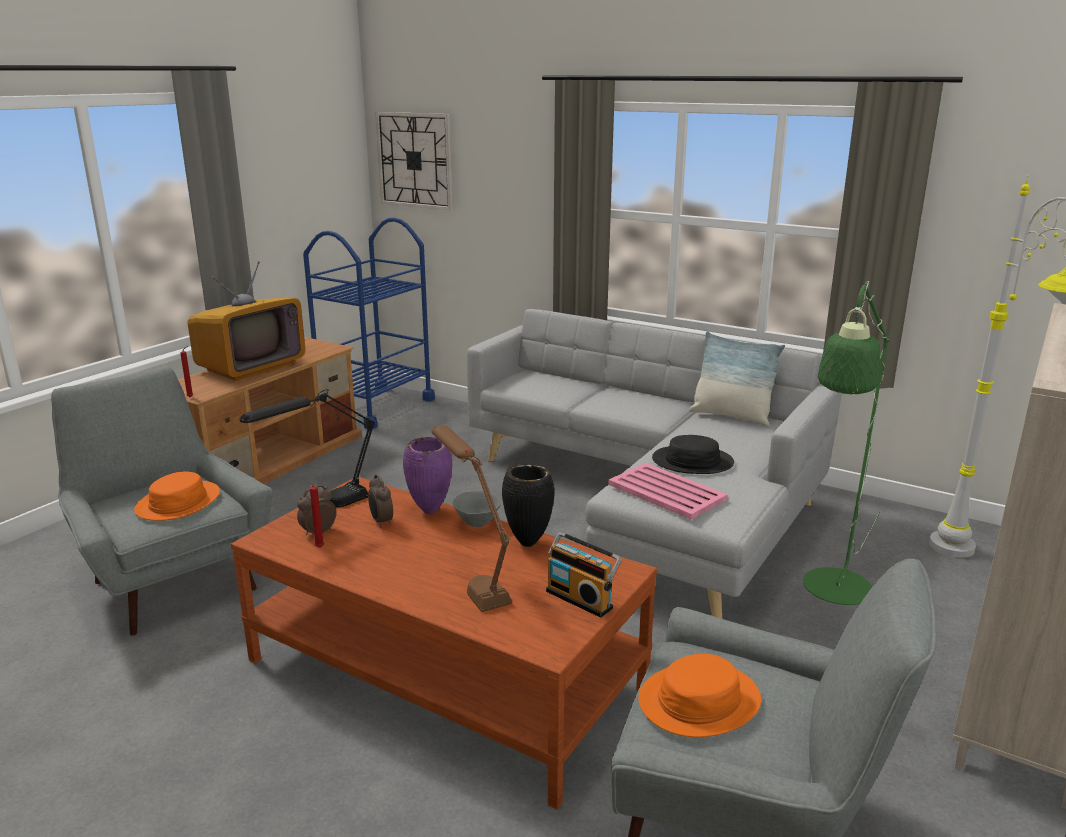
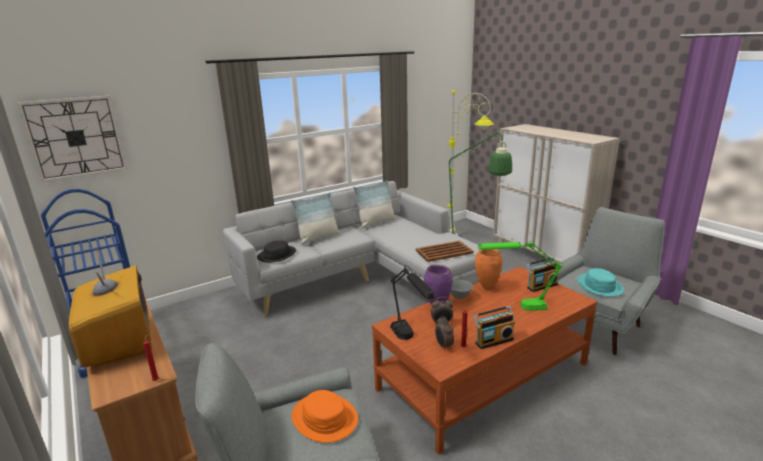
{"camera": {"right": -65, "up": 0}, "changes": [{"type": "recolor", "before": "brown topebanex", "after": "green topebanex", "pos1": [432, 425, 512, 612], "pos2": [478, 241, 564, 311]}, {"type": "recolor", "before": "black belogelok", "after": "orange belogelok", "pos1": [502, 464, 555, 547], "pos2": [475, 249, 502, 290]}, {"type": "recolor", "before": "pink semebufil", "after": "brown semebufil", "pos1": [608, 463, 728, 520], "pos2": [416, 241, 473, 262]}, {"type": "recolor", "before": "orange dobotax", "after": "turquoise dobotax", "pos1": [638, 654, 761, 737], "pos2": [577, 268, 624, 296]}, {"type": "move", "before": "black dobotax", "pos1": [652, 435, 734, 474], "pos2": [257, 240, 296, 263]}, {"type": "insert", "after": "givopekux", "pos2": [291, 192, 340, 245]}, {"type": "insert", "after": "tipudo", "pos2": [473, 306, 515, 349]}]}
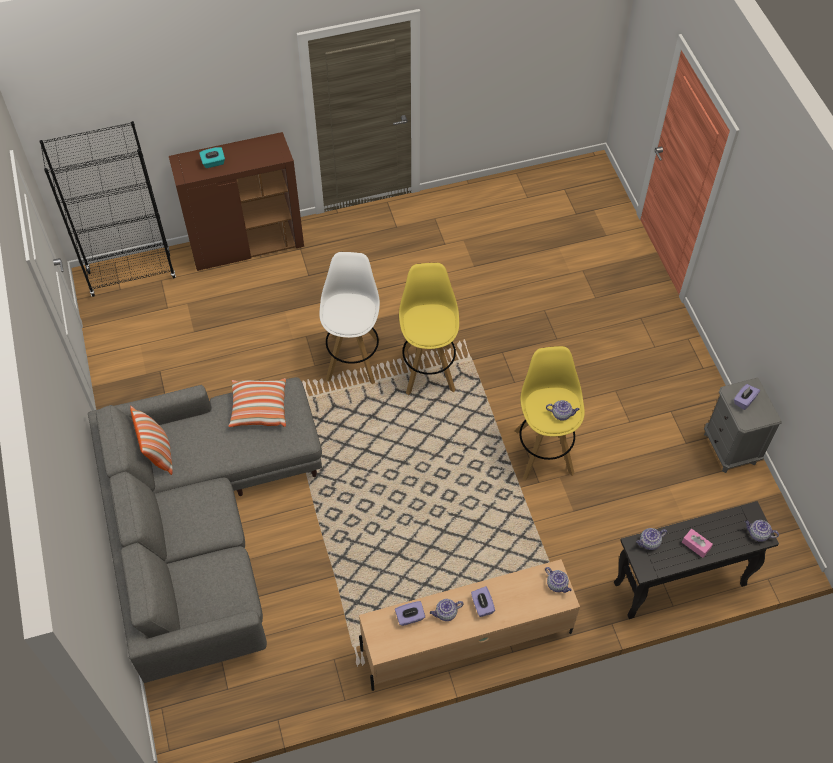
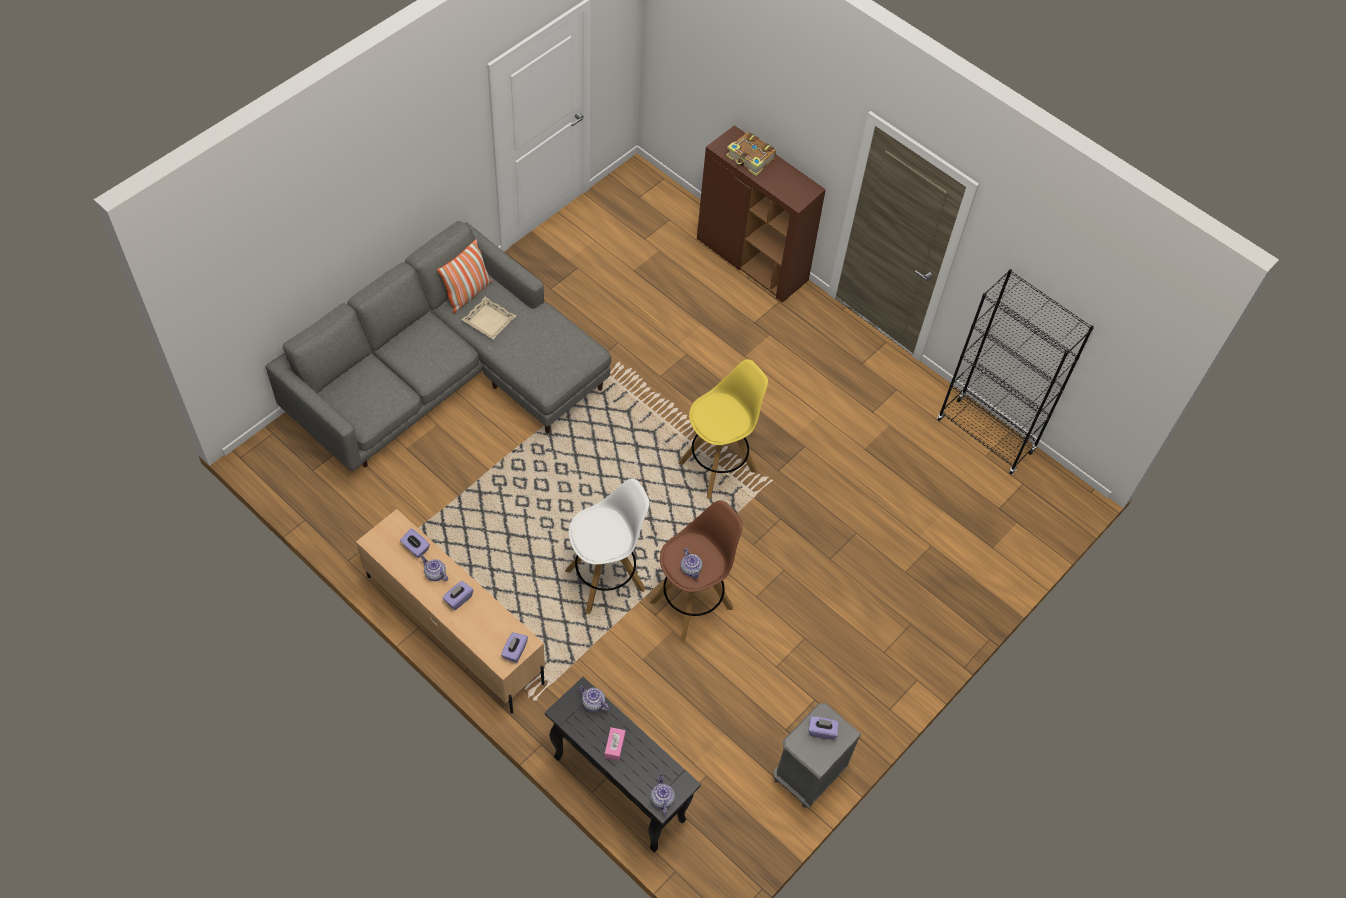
{"camera": {"right": 55, "up": 0}, "changes": [{"type": "move", "before": "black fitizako", "pos1": [39, 121, 176, 297], "pos2": [937, 269, 1094, 475]}, {"type": "replace", "before": "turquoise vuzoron", "after": "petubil", "pos1": [199, 147, 225, 168], "pos2": [726, 132, 776, 176]}, {"type": "delete", "before": "givopekux", "pos1": [229, 378, 286, 427]}, {"type": "move", "before": "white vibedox", "pos1": [319, 252, 380, 385], "pos2": [565, 478, 650, 614]}, {"type": "recolor", "before": "yellow vibedox", "after": "brown vibedox", "pos1": [514, 346, 585, 481], "pos2": [650, 500, 743, 642]}, {"type": "replace", "before": "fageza", "after": "purple vuzoron", "pos1": [545, 567, 572, 593], "pos2": [501, 632, 528, 663]}, {"type": "insert", "after": "beige semebufil", "pos2": [461, 297, 516, 339]}]}
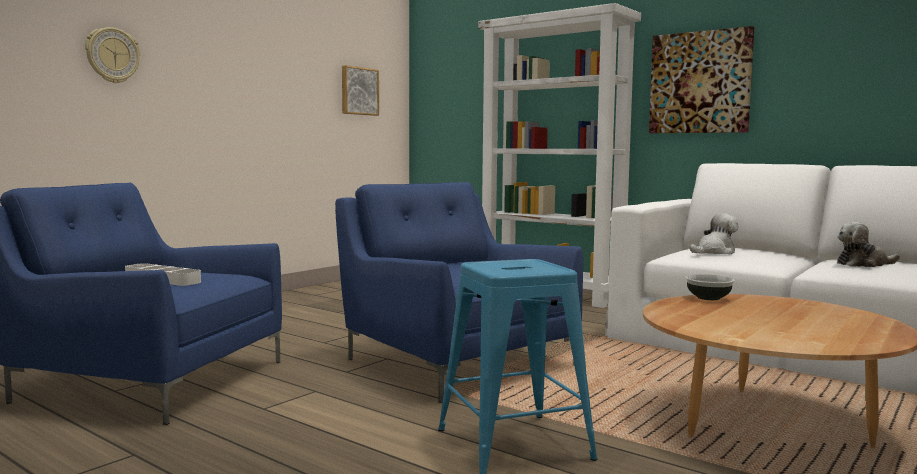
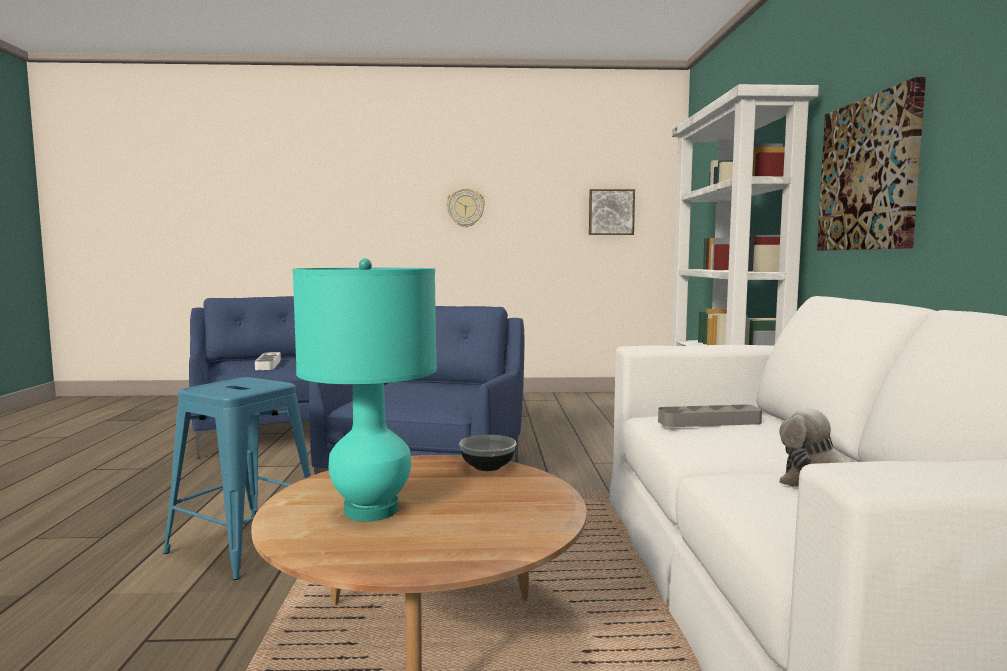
{"camera": {"right": 50, "up": 0}, "changes": [{"type": "move", "before": "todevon", "pos1": [85, 27, 140, 83], "pos2": [446, 188, 485, 227]}, {"type": "replace", "before": "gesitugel", "after": "grey semebufil", "pos1": [689, 213, 738, 254], "pos2": [658, 404, 762, 427]}, {"type": "insert", "after": "turquoise topebanex", "pos2": [292, 259, 437, 521]}]}
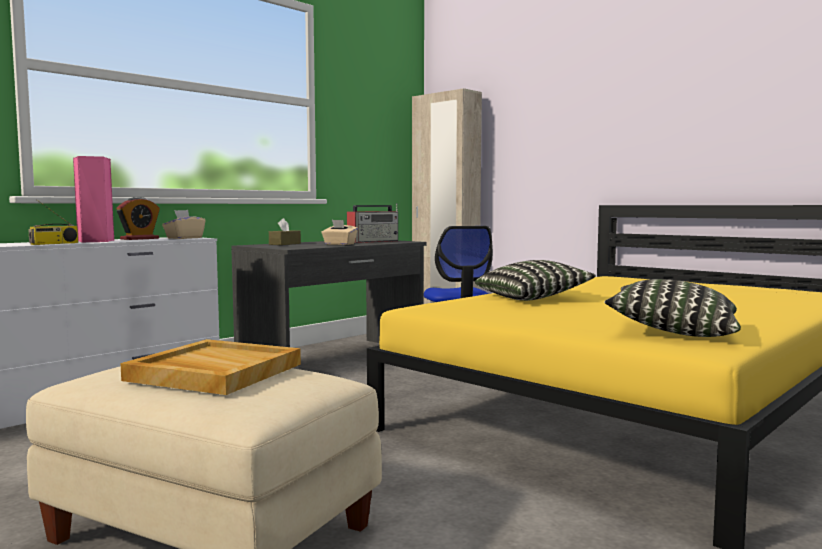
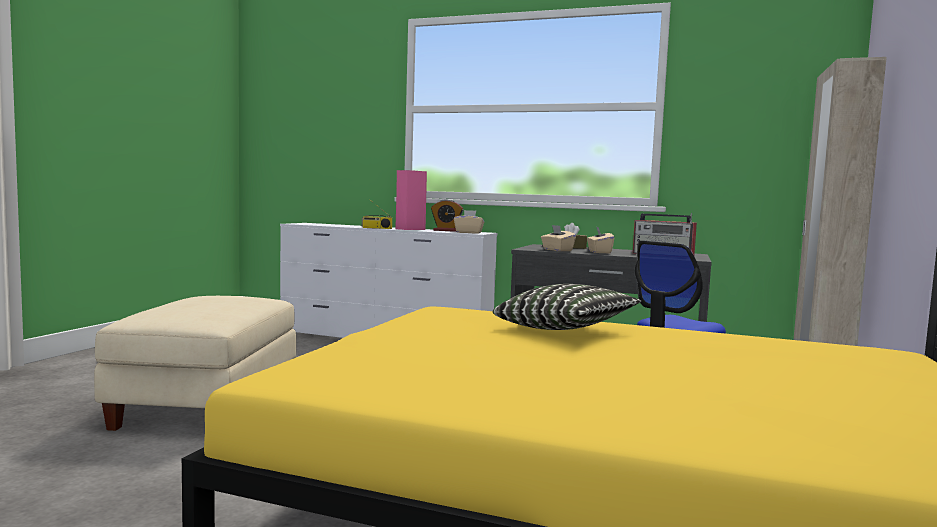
{"camera": {"right": 65, "up": 0}, "changes": [{"type": "delete", "before": "beige semebufil", "pos1": [120, 339, 301, 395]}, {"type": "delete", "before": "givopekux", "pos1": [604, 279, 741, 337]}, {"type": "insert", "after": "beige vuzoron", "pos2": [541, 225, 576, 251]}]}
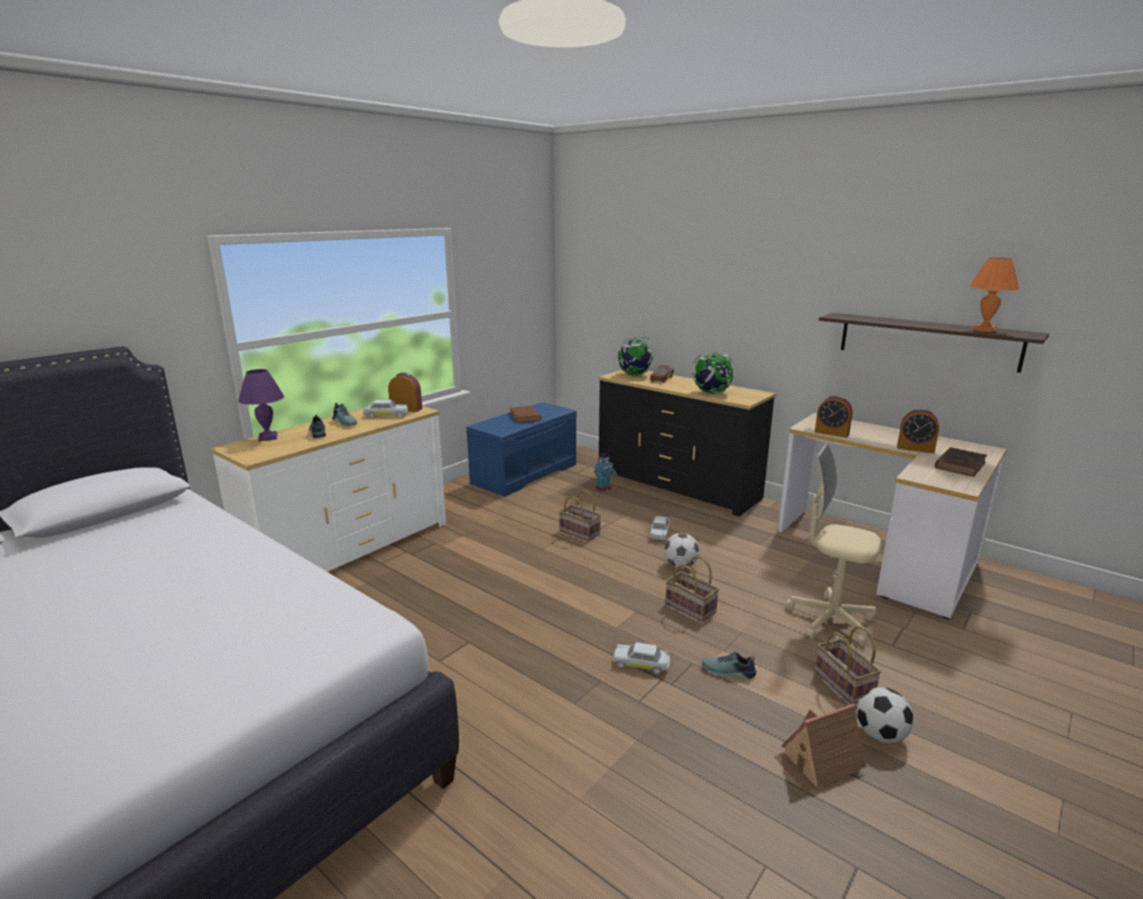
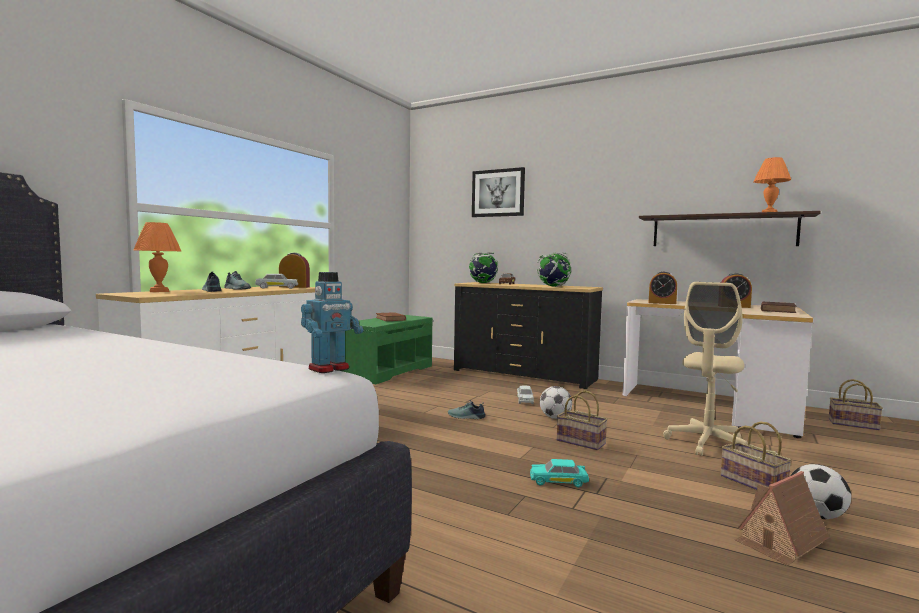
{"camera": {"right": -10, "up": -15}, "changes": [{"type": "recolor", "before": "purple topebanex", "after": "orange topebanex", "pos1": [238, 369, 284, 441], "pos2": [134, 222, 181, 292]}, {"type": "recolor", "before": "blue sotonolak", "after": "green sotonolak", "pos1": [466, 402, 577, 497], "pos2": [342, 315, 433, 384]}, {"type": "move", "before": "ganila", "pos1": [559, 490, 601, 541], "pos2": [829, 379, 883, 430]}, {"type": "move", "before": "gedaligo", "pos1": [594, 452, 617, 491], "pos2": [301, 272, 363, 373]}, {"type": "recolor", "before": "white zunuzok", "after": "turquoise zunuzok", "pos1": [613, 642, 670, 674], "pos2": [530, 459, 589, 487]}, {"type": "move", "before": "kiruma", "pos1": [702, 651, 756, 679], "pos2": [448, 400, 486, 419]}, {"type": "rotate", "before": "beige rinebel", "pos1": [785, 444, 881, 646], "pos2": [663, 282, 748, 456], "turn": -75}, {"type": "insert", "after": "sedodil", "pos2": [472, 167, 525, 217]}]}
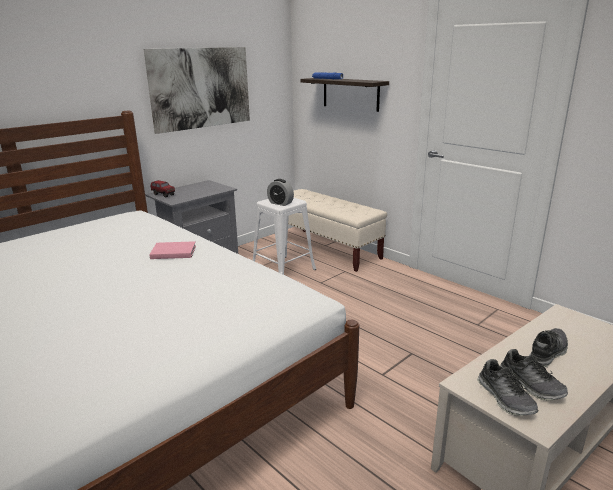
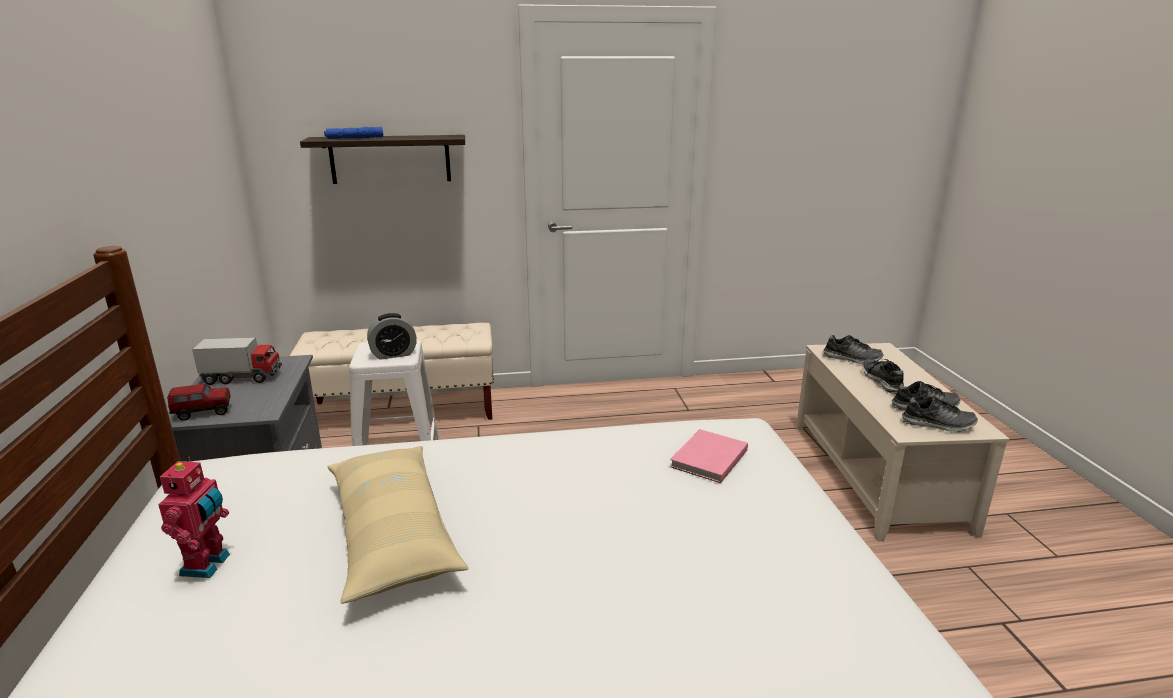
{"camera": {"right": -55, "up": 0}, "changes": [{"type": "delete", "before": "sedodil", "pos1": [144, 47, 250, 134]}, {"type": "move", "before": "pink petubil", "pos1": [149, 241, 196, 259], "pos2": [670, 429, 748, 483]}, {"type": "insert", "after": "gedaligo", "pos2": [158, 457, 230, 578]}, {"type": "insert", "after": "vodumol", "pos2": [192, 337, 282, 385]}, {"type": "insert", "after": "beige givopekux", "pos2": [328, 446, 468, 604]}, {"type": "insert", "after": "kiruma", "pos2": [823, 335, 884, 364]}]}
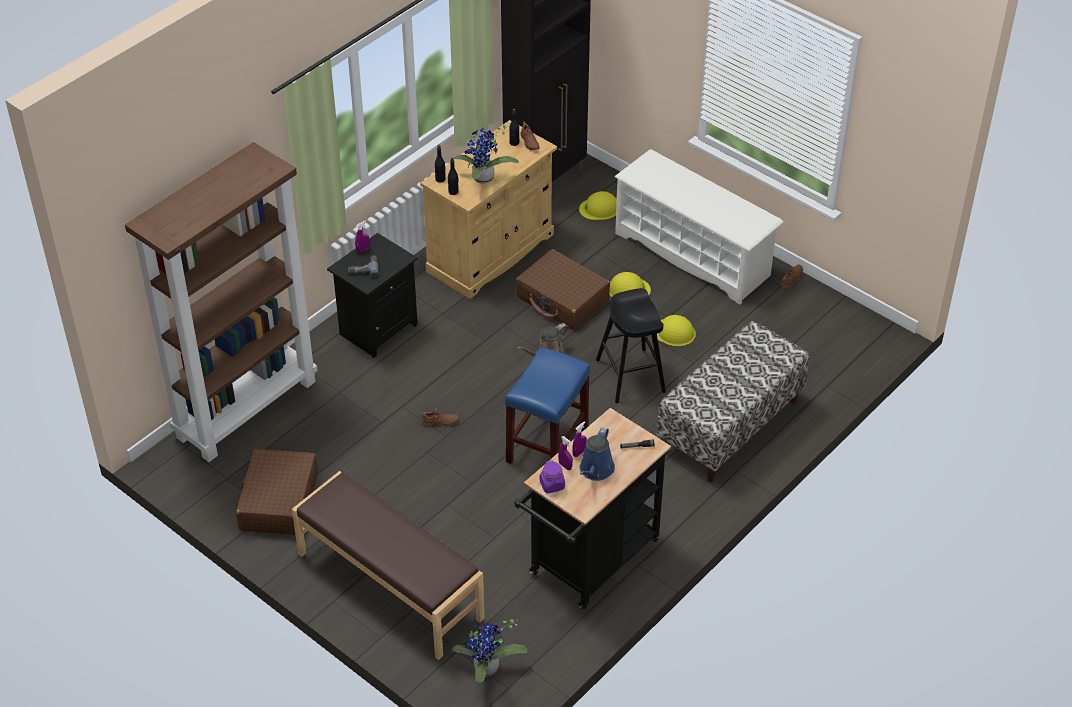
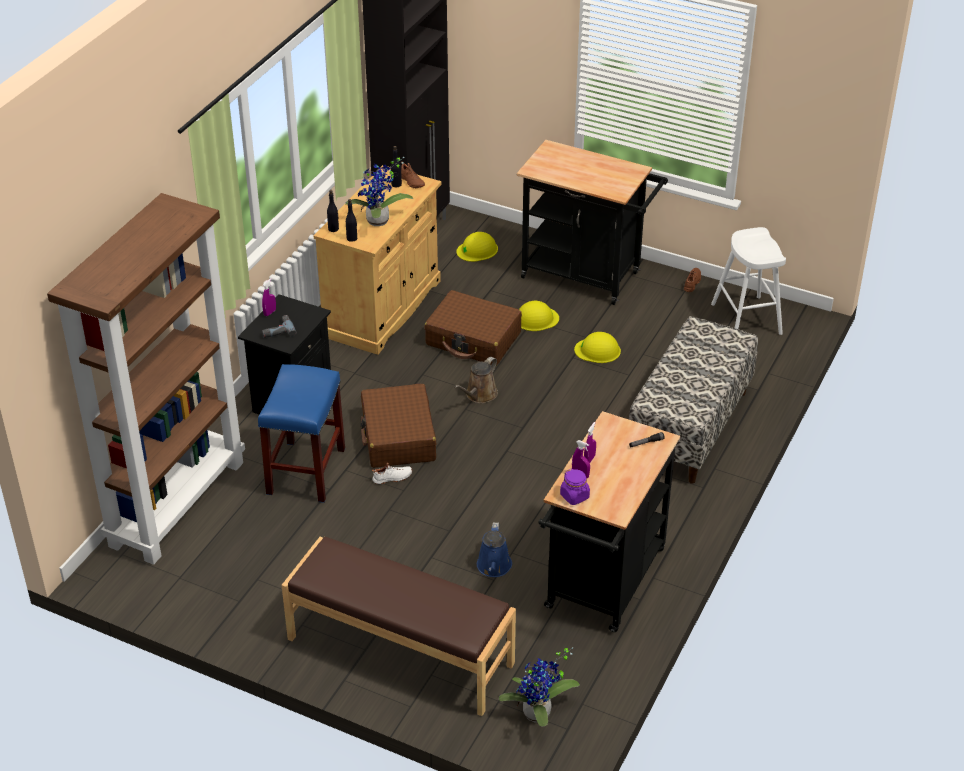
{"camera": {"right": -15, "up": -5}, "changes": [{"type": "move", "before": "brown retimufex", "pos1": [236, 449, 318, 535], "pos2": [360, 384, 436, 468]}, {"type": "recolor", "before": "brown kiruma", "after": "white kiruma", "pos1": [421, 409, 459, 427], "pos2": [372, 463, 412, 484]}, {"type": "move", "before": "blue vibedox", "pos1": [505, 347, 590, 464], "pos2": [258, 364, 345, 503]}, {"type": "move", "before": "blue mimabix", "pos1": [580, 427, 615, 481], "pos2": [477, 522, 512, 577]}, {"type": "delete", "before": "black vibedox", "pos1": [596, 288, 666, 403]}, {"type": "replace", "before": "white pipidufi", "after": "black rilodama", "pos1": [614, 149, 784, 305], "pos2": [517, 140, 668, 305]}, {"type": "insert", "after": "white vibedox", "pos2": [711, 227, 786, 335]}]}
